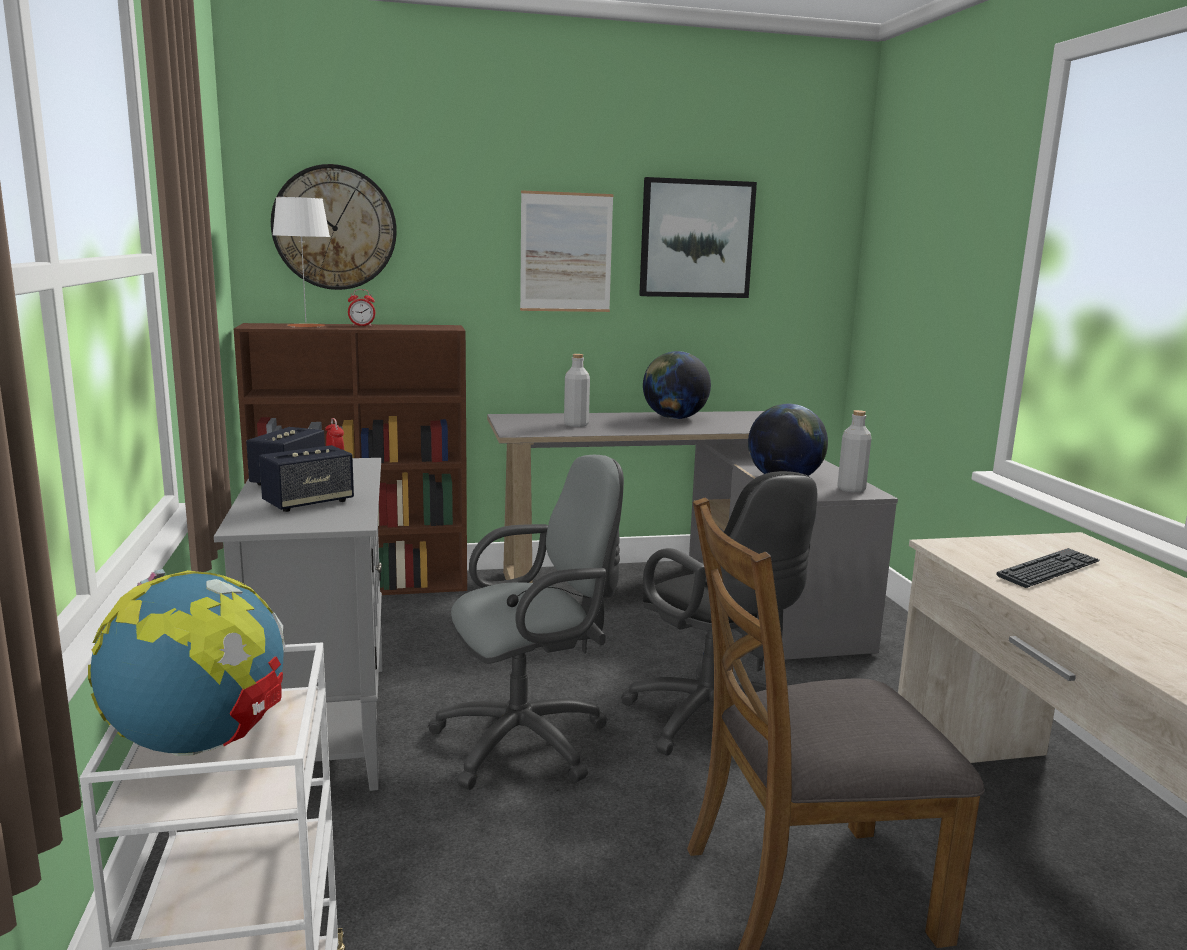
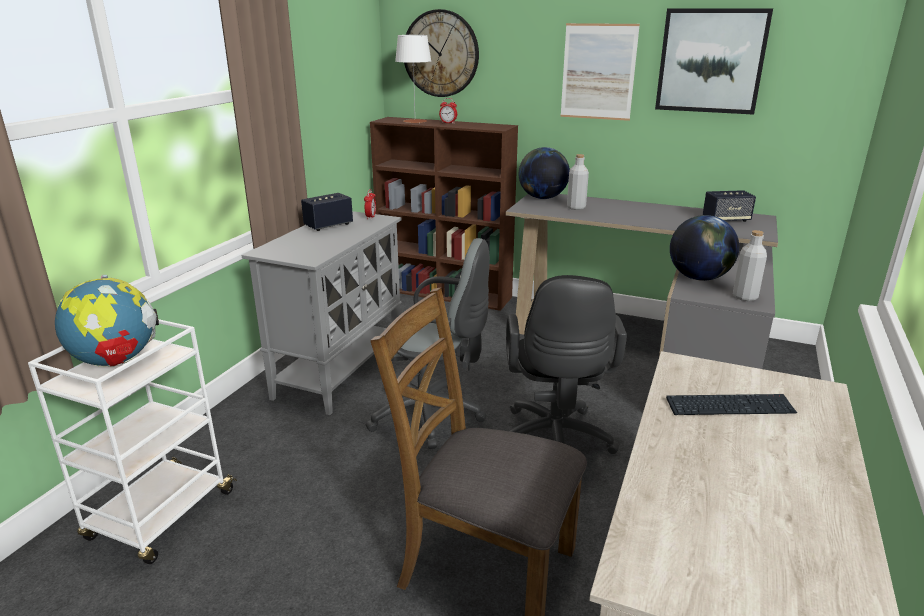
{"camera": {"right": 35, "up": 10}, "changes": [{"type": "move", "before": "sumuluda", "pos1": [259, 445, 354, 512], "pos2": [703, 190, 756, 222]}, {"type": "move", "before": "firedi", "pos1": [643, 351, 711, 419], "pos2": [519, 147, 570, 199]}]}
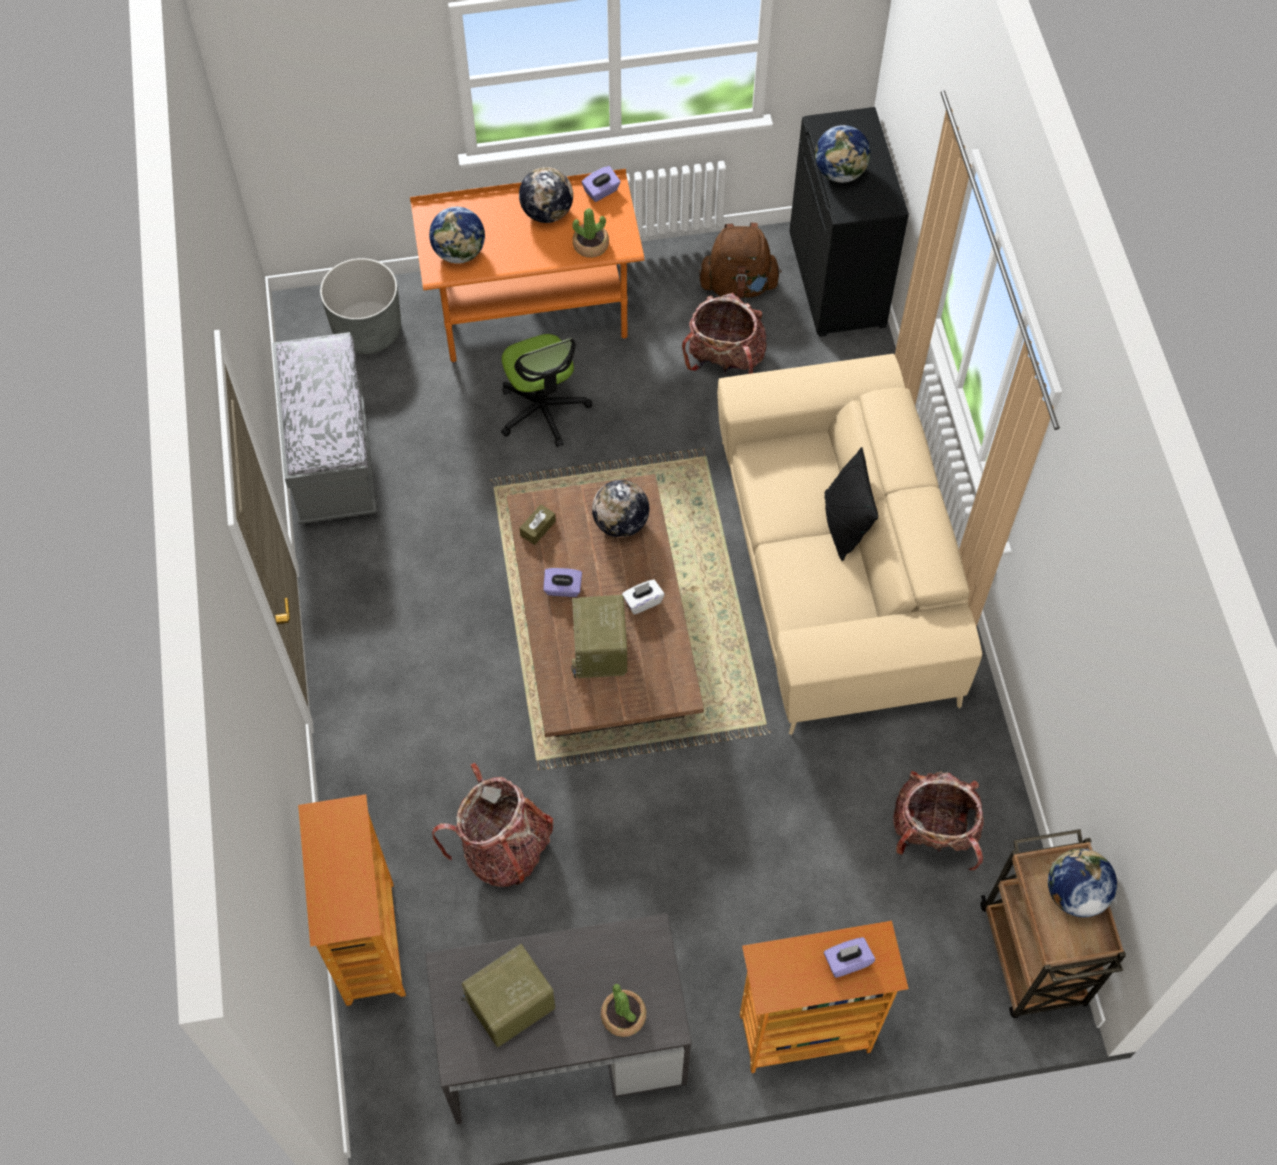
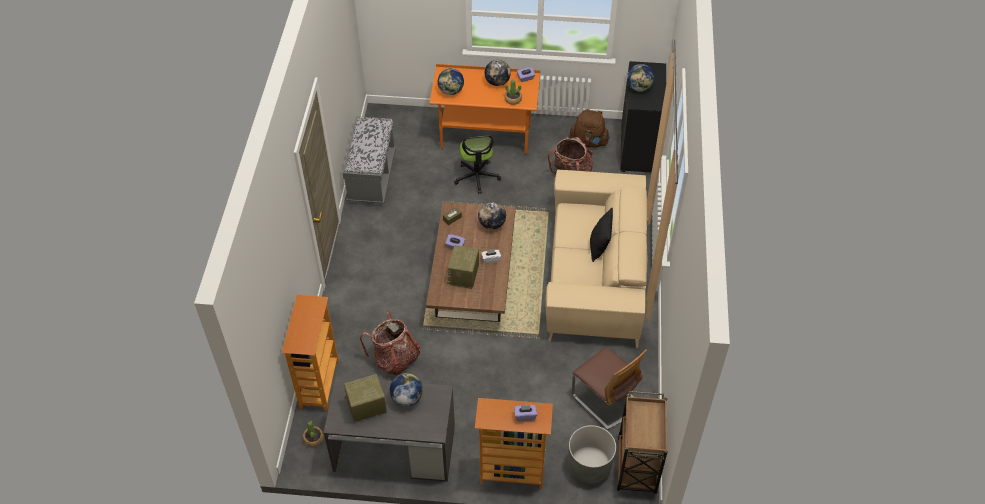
{"camera": {"right": 15, "up": -10}, "changes": [{"type": "move", "before": "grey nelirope", "pos1": [320, 258, 401, 354], "pos2": [569, 425, 616, 483]}, {"type": "move", "before": "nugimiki", "pos1": [601, 984, 646, 1037], "pos2": [303, 421, 324, 447]}, {"type": "replace", "before": "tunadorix", "after": "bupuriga", "pos1": [893, 771, 984, 870], "pos2": [572, 348, 647, 430]}, {"type": "move", "before": "firedi", "pos1": [1048, 848, 1118, 917], "pos2": [390, 373, 423, 407]}]}
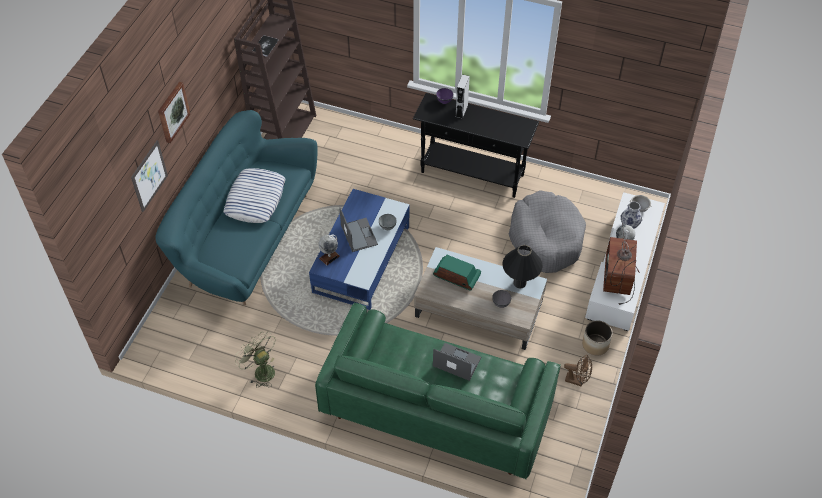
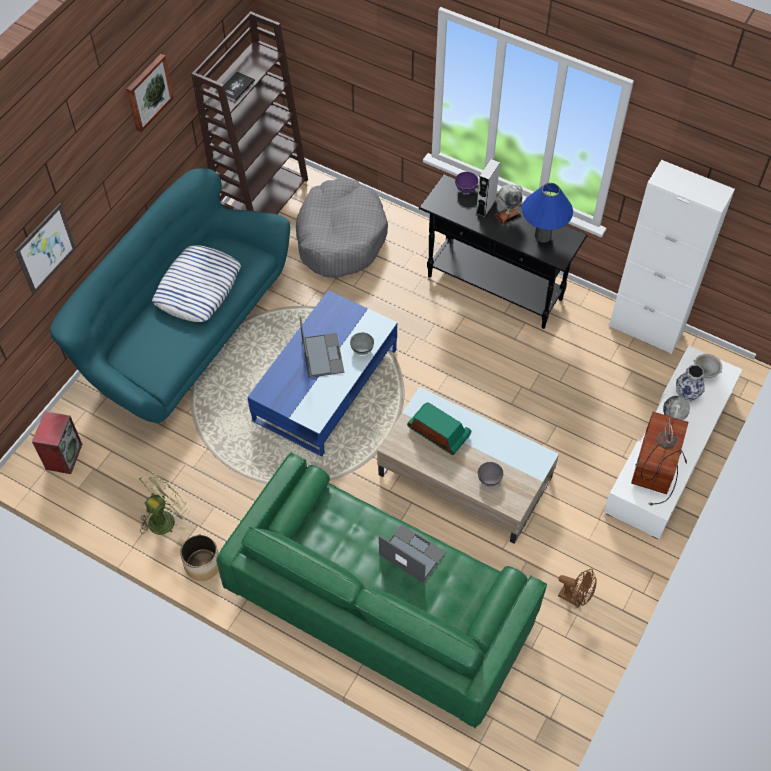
{"camera": {"right": 10, "up": 5}, "changes": [{"type": "move", "before": "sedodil", "pos1": [158, 82, 190, 143], "pos2": [127, 54, 174, 132]}, {"type": "rotate", "before": "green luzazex", "pos1": [235, 332, 276, 387], "pos2": [139, 471, 190, 535], "turn": 75}, {"type": "move", "before": "firedi", "pos1": [319, 235, 340, 266], "pos2": [494, 184, 523, 225]}, {"type": "delete", "before": "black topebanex", "pos1": [502, 245, 543, 288]}, {"type": "move", "before": "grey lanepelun", "pos1": [509, 190, 586, 273], "pos2": [296, 177, 388, 278]}, {"type": "move", "before": "nelirope", "pos1": [582, 320, 612, 355], "pos2": [180, 534, 219, 581]}, {"type": "insert", "after": "sumuluda", "pos2": [32, 411, 82, 474]}, {"type": "insert", "after": "blue topebanex", "pos2": [522, 183, 573, 243]}, {"type": "insert", "after": "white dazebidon", "pos2": [609, 160, 735, 354]}]}
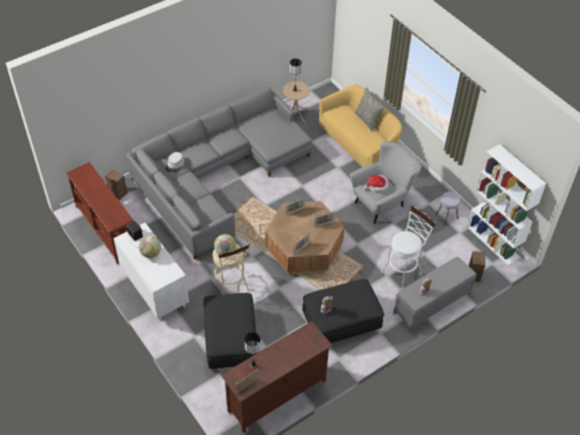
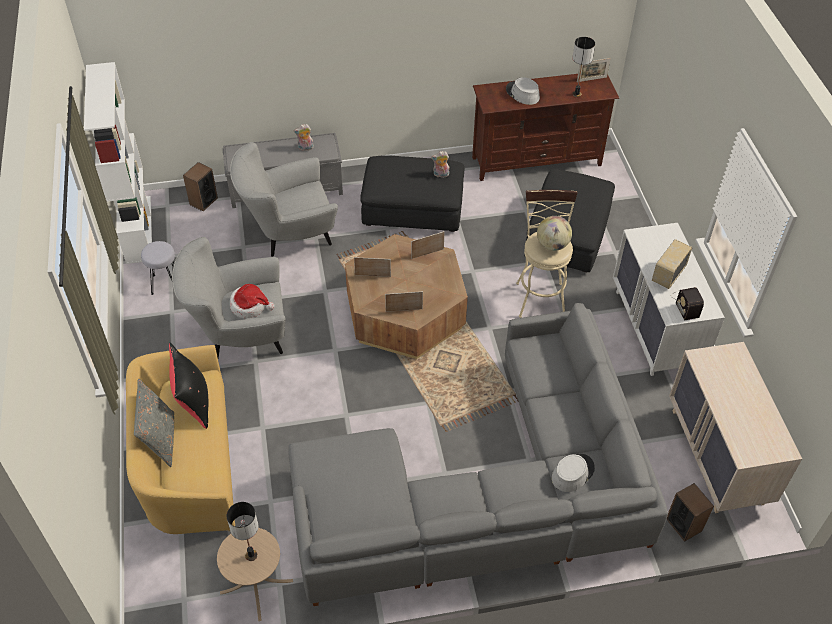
{"camera": {"right": -155, "up": 0}, "changes": [{"type": "replace", "before": "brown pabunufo", "after": "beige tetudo", "pos1": [66, 162, 134, 264], "pos2": [669, 342, 802, 513]}, {"type": "replace", "before": "firedi", "after": "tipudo", "pos1": [139, 236, 161, 258], "pos2": [652, 239, 693, 289]}, {"type": "replace", "before": "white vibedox", "after": "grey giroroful", "pos1": [381, 205, 436, 290], "pos2": [230, 142, 338, 257]}, {"type": "insert", "after": "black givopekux", "pos2": [169, 343, 208, 429]}, {"type": "insert", "after": "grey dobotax", "pos2": [506, 77, 540, 105]}]}
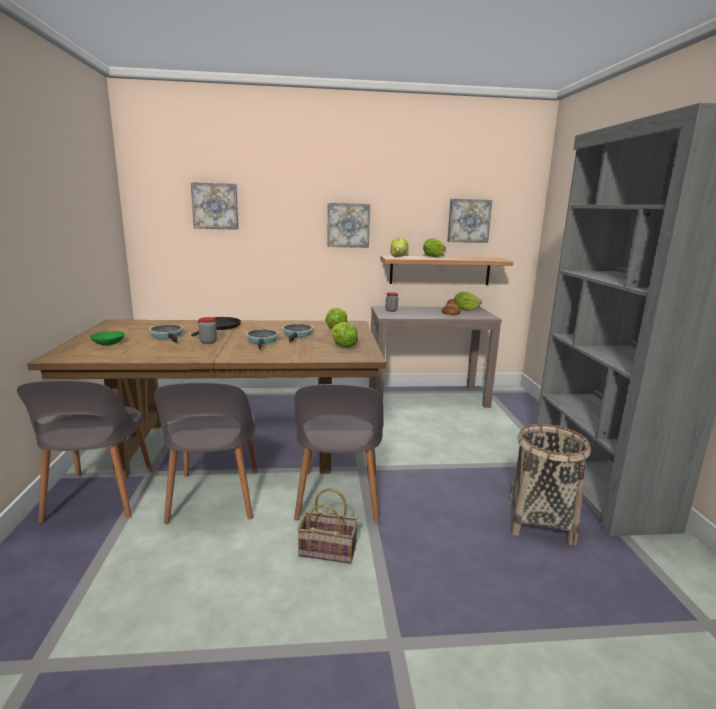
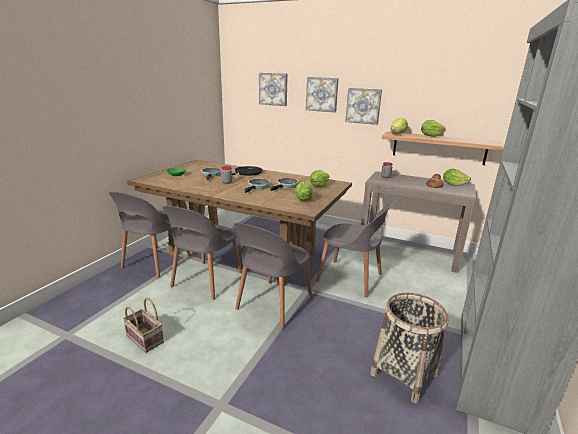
{"camera": {"right": 30, "up": 5}, "changes": [{"type": "move", "before": "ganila", "pos1": [297, 488, 358, 564], "pos2": [123, 298, 164, 353]}, {"type": "move", "before": "sedodil", "pos1": [447, 199, 492, 243], "pos2": [306, 77, 339, 112]}, {"type": "insert", "after": "grey bupuriga", "pos2": [316, 200, 396, 297]}]}
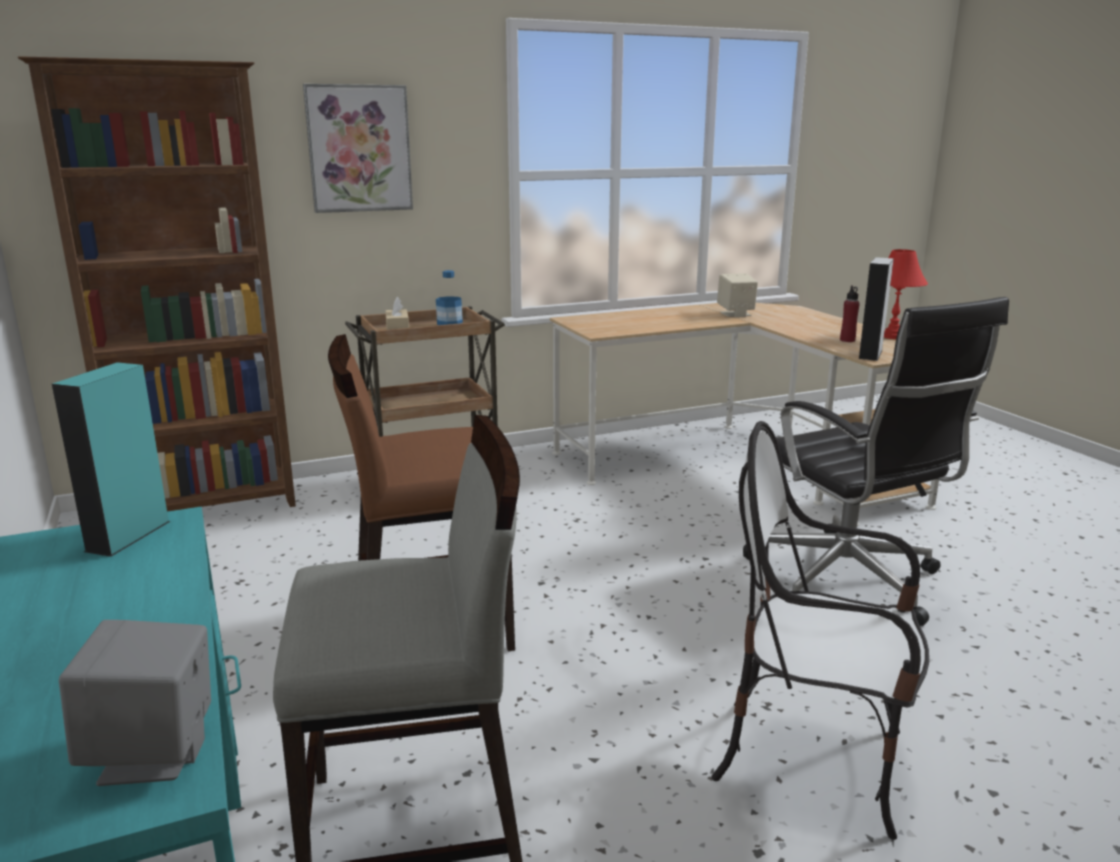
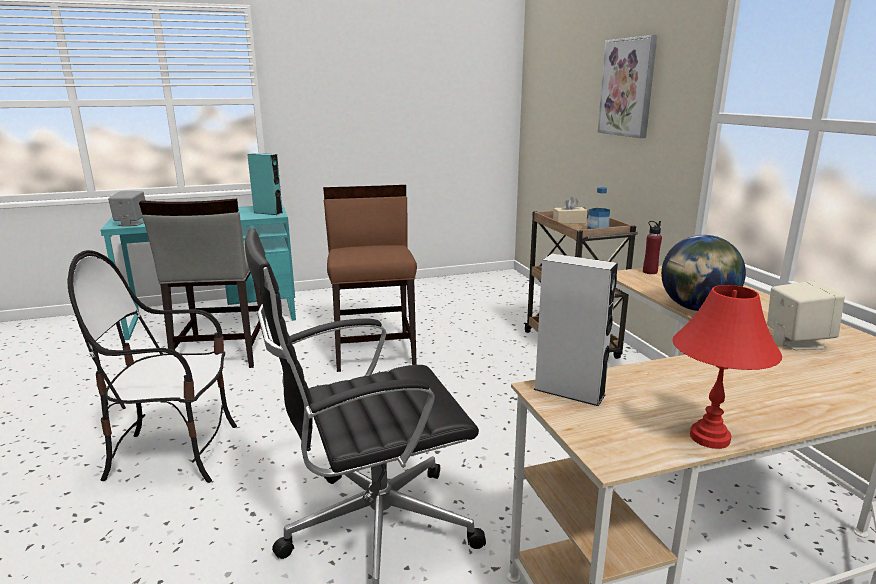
{"camera": {"right": 95, "up": 0}, "changes": [{"type": "delete", "before": "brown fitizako", "pos1": [18, 56, 296, 512]}, {"type": "rotate", "before": "bupuriga", "pos1": [711, 421, 929, 840], "pos2": [67, 250, 237, 483], "turn": -120}, {"type": "move", "before": "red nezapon", "pos1": [840, 286, 860, 342], "pos2": [643, 221, 662, 274]}, {"type": "insert", "after": "firedi", "pos2": [661, 235, 746, 311]}]}
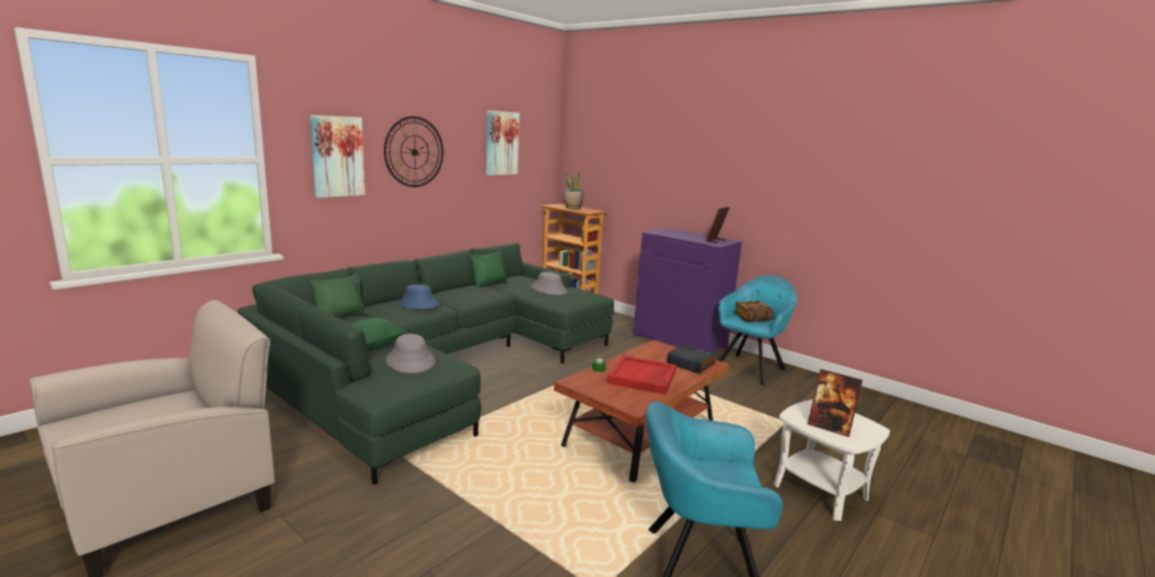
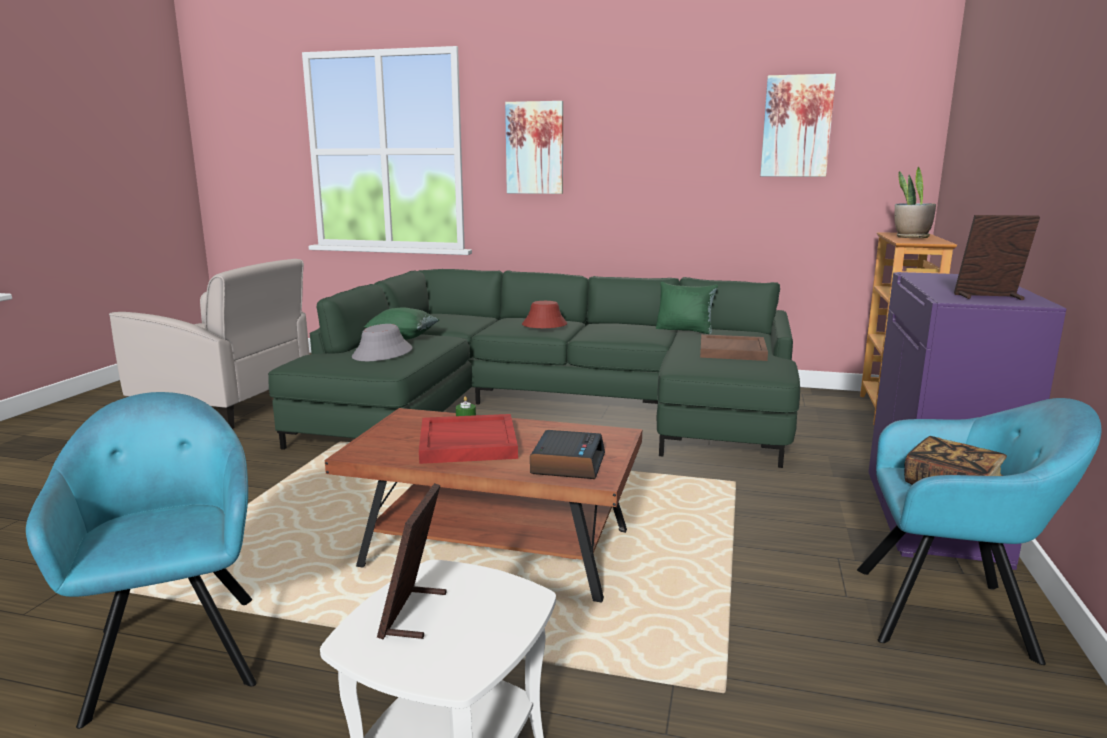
{"camera": {"right": 65, "up": 0}, "changes": [{"type": "delete", "before": "green givopekux", "pos1": [309, 273, 366, 318]}, {"type": "delete", "before": "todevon", "pos1": [384, 116, 443, 187]}, {"type": "recolor", "before": "blue dobotax", "after": "red dobotax", "pos1": [399, 284, 439, 309], "pos2": [522, 301, 567, 328]}, {"type": "replace", "before": "grey dobotax", "after": "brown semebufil", "pos1": [531, 272, 567, 295], "pos2": [700, 334, 768, 361]}]}
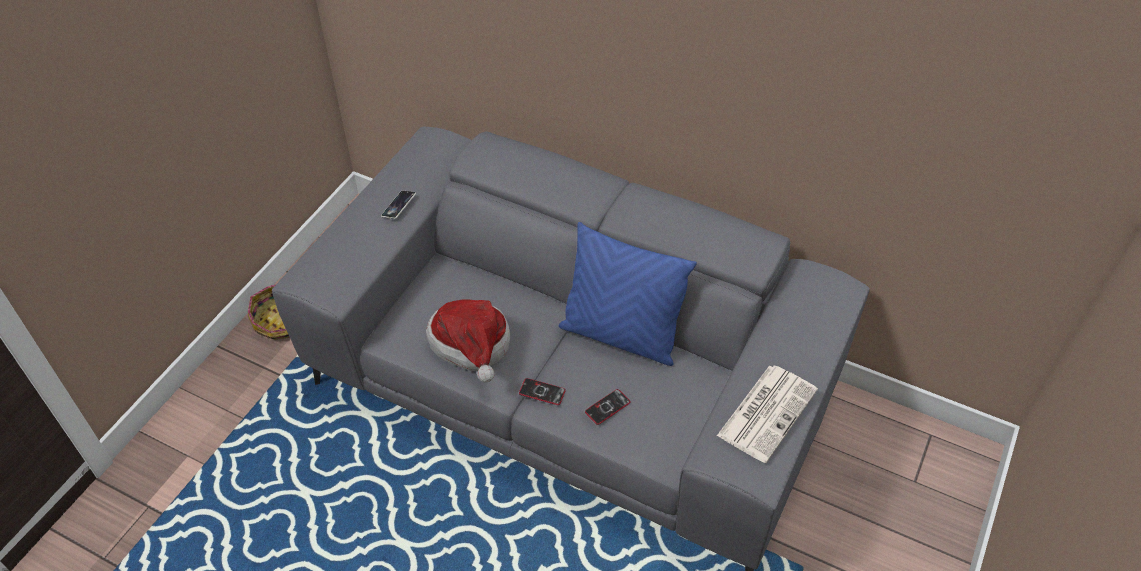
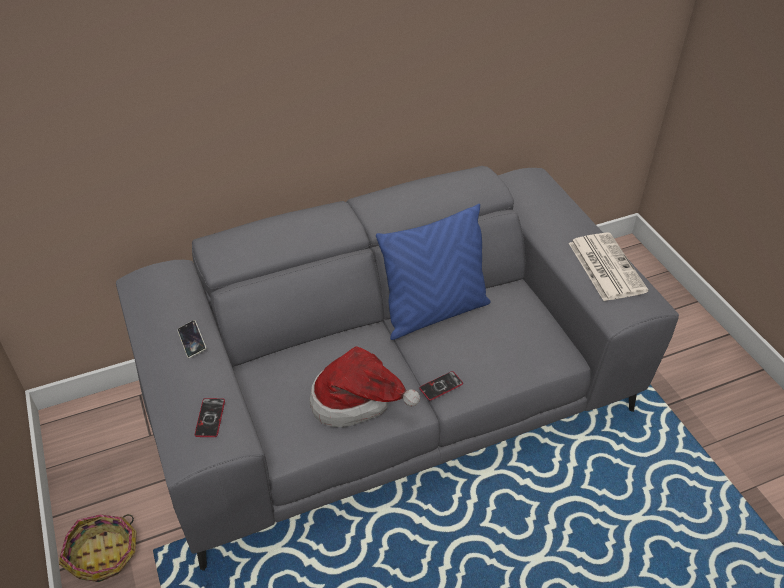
{"camera": {"right": -50, "up": -5}, "changes": [{"type": "move", "before": "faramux", "pos1": [585, 389, 631, 425], "pos2": [195, 398, 225, 437]}]}
